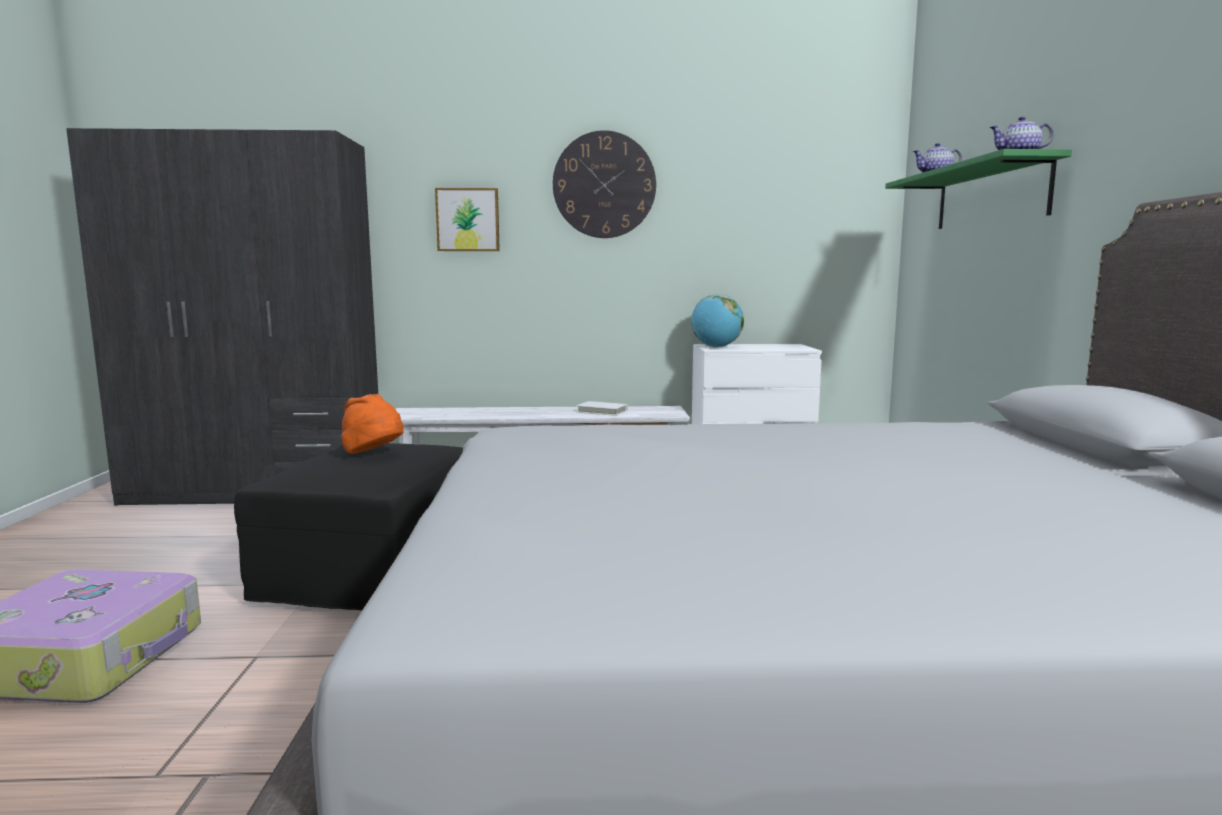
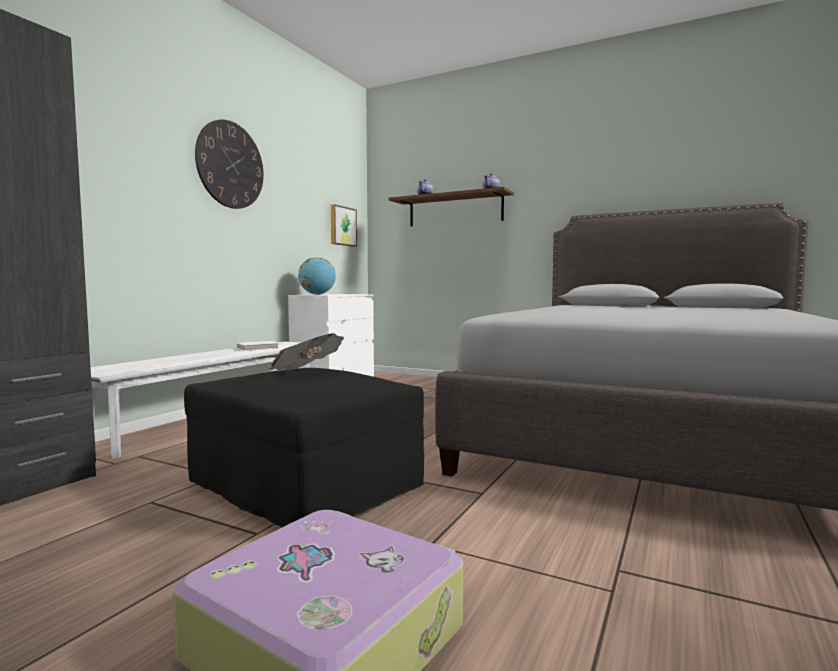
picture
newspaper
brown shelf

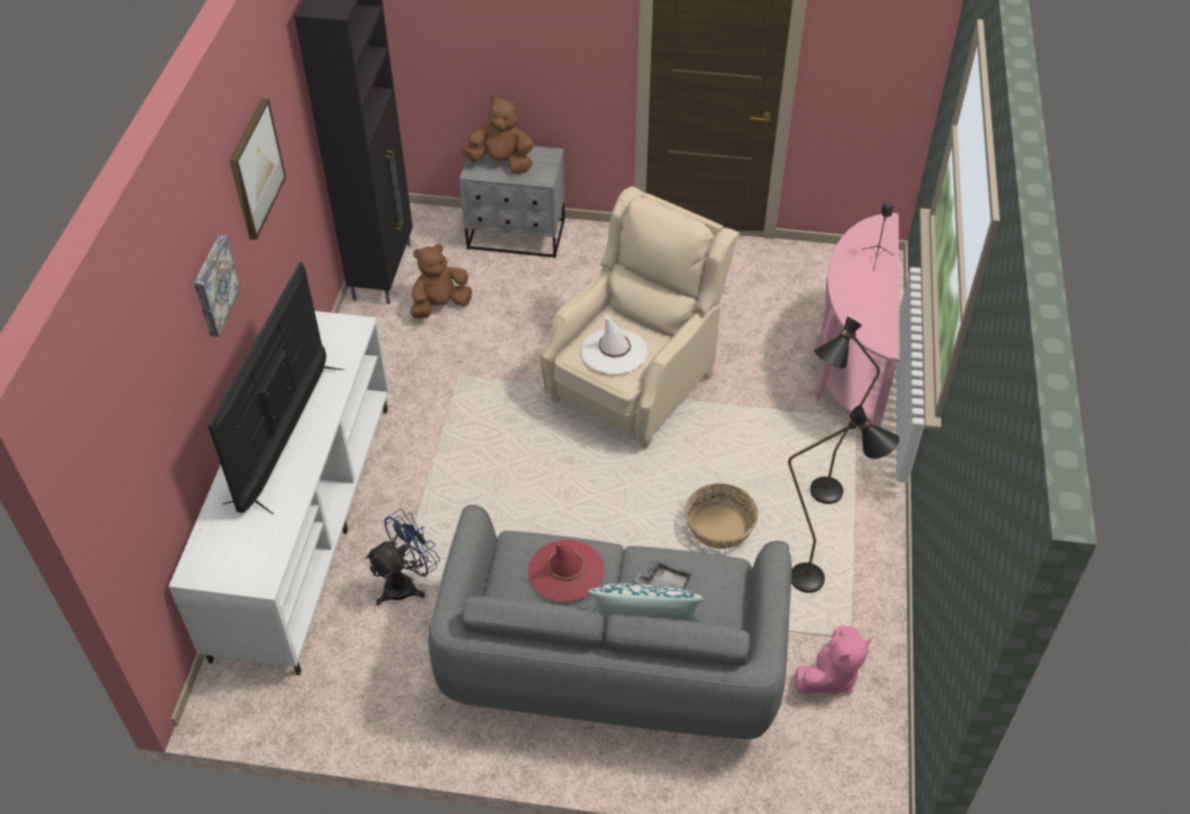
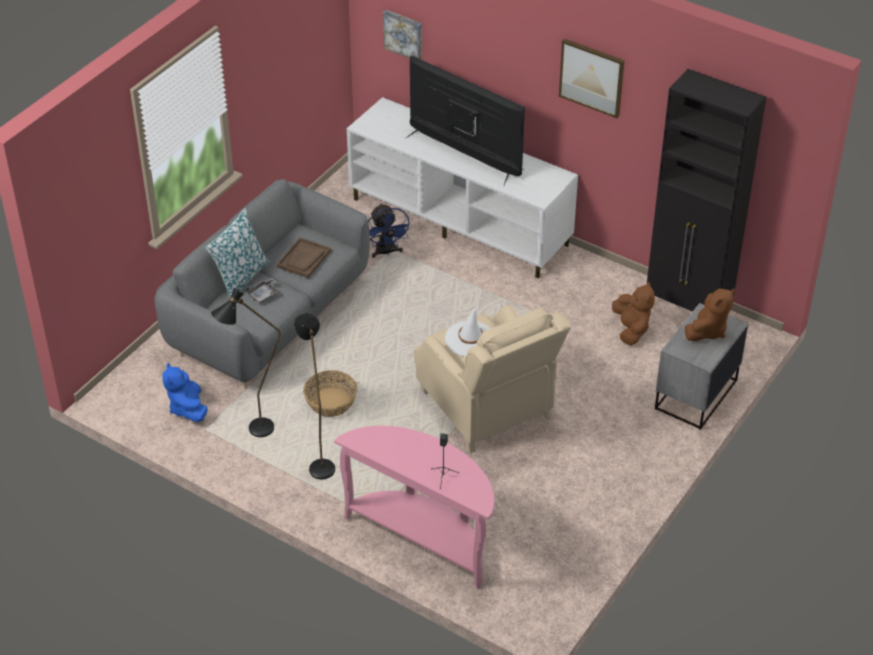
picture (no. 1 from left)
brown tray
blue plush toy

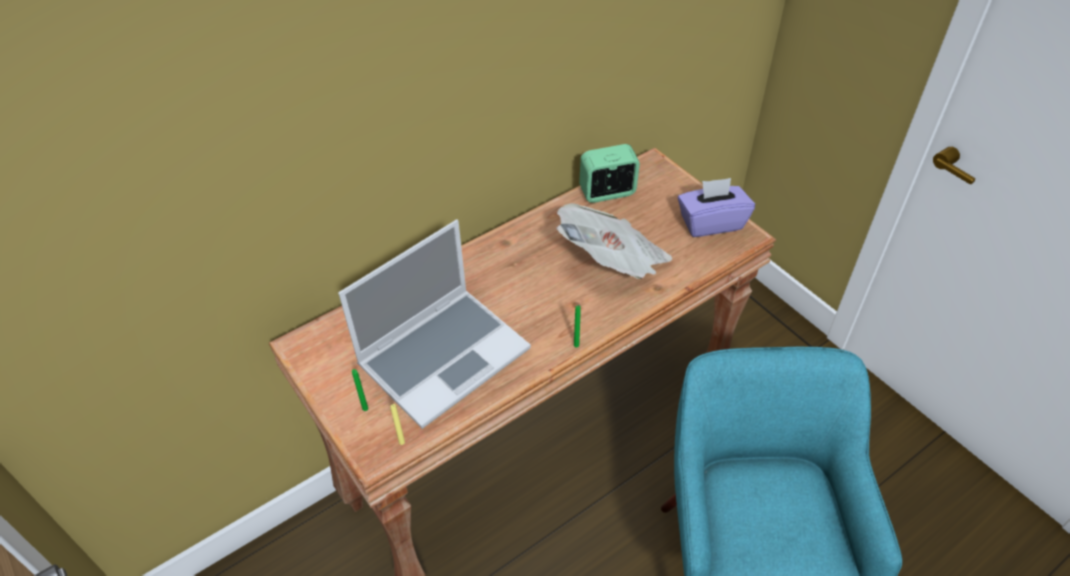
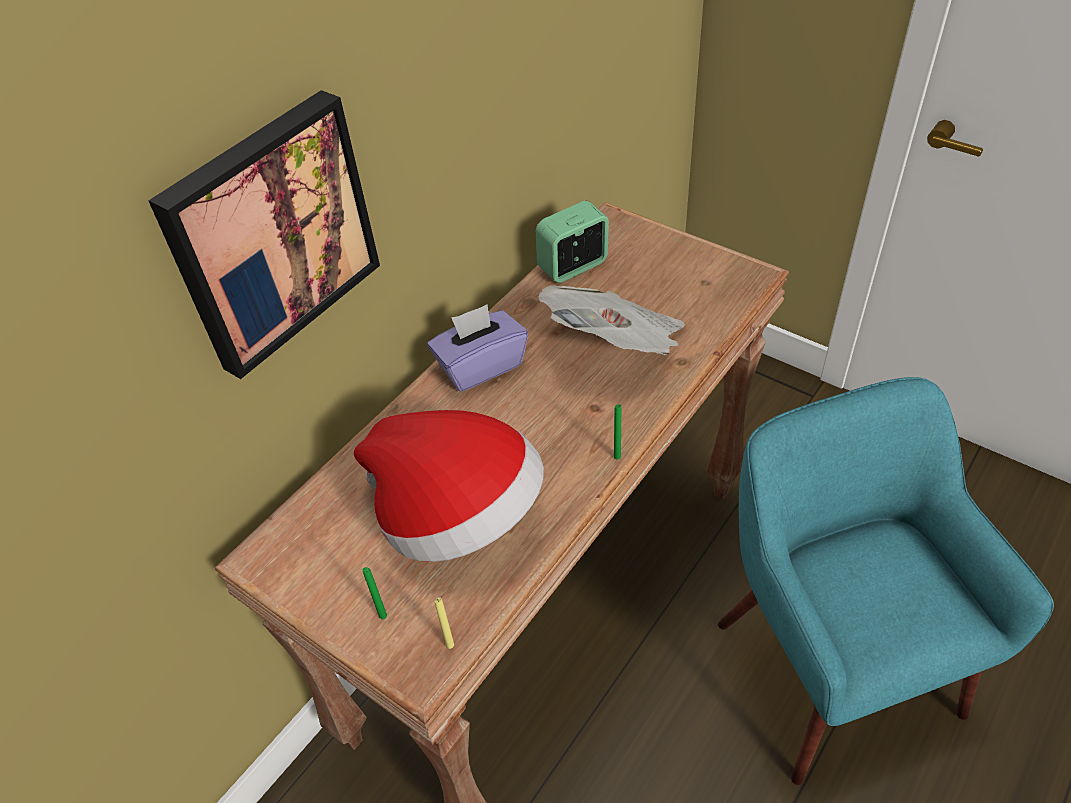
picture
purple tissue box
hat

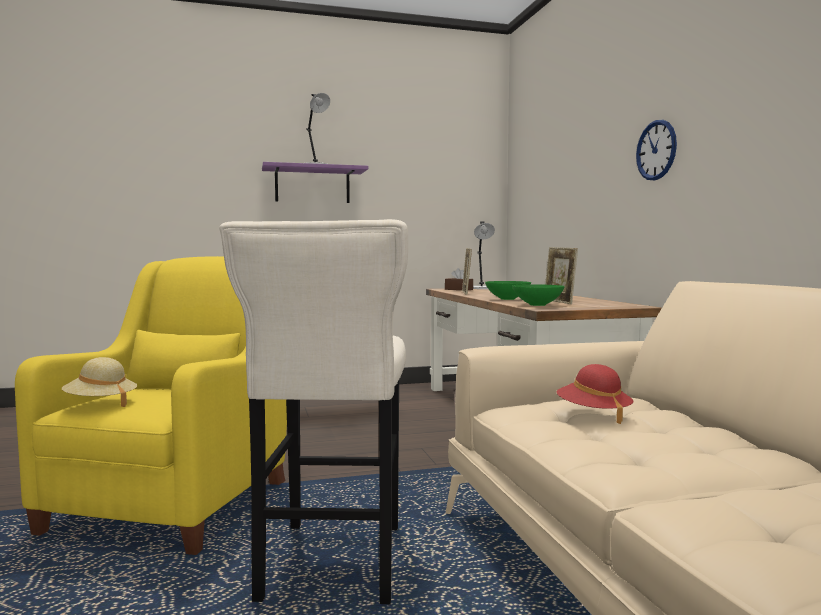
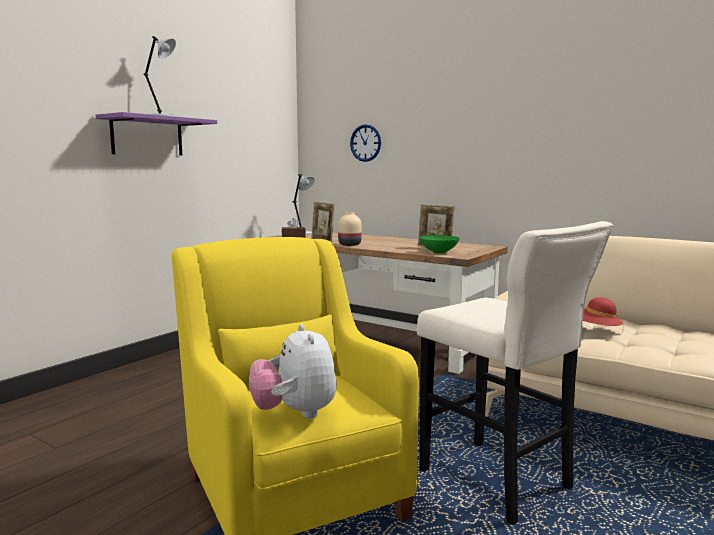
green bowl (no. 1 from left in the first image)
beige vase
wall clock
plush toy

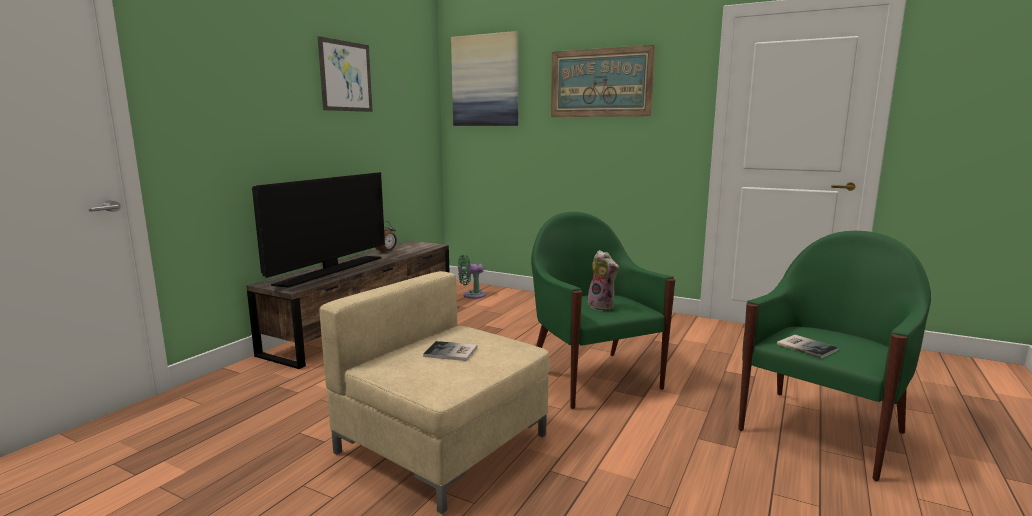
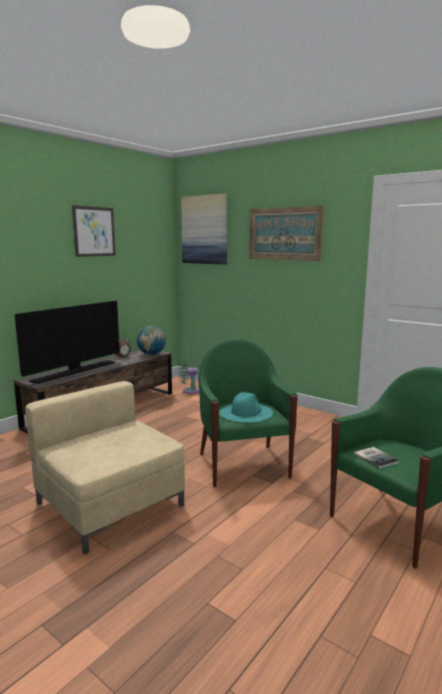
book (no. 1 from left in the first image)
globe
turquoise hat

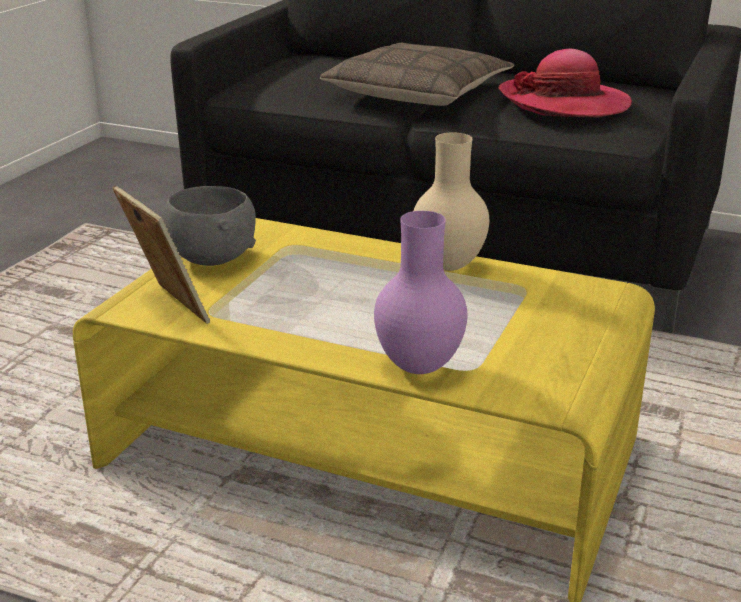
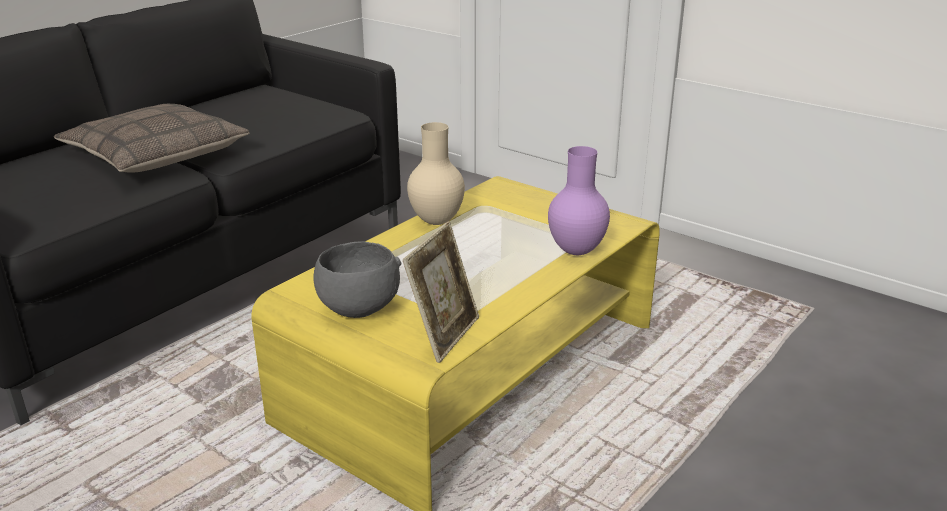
hat
picture frame

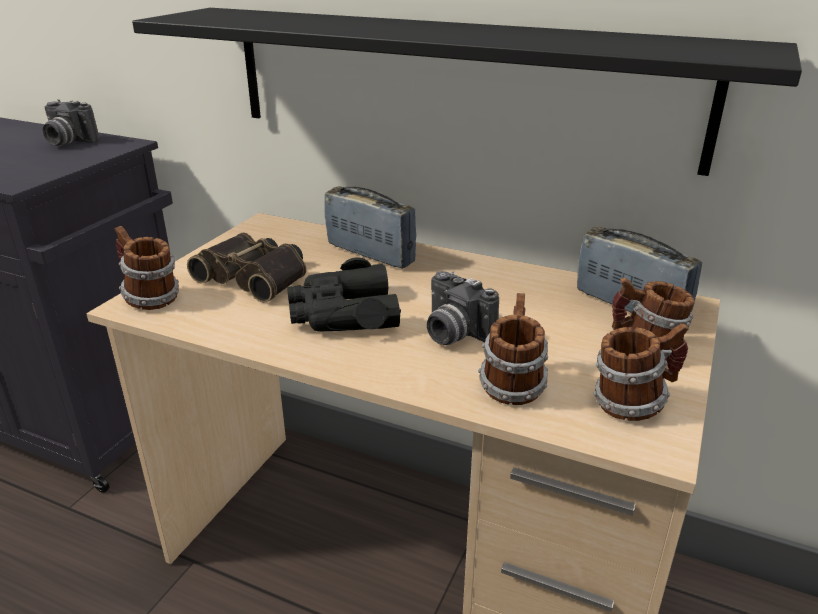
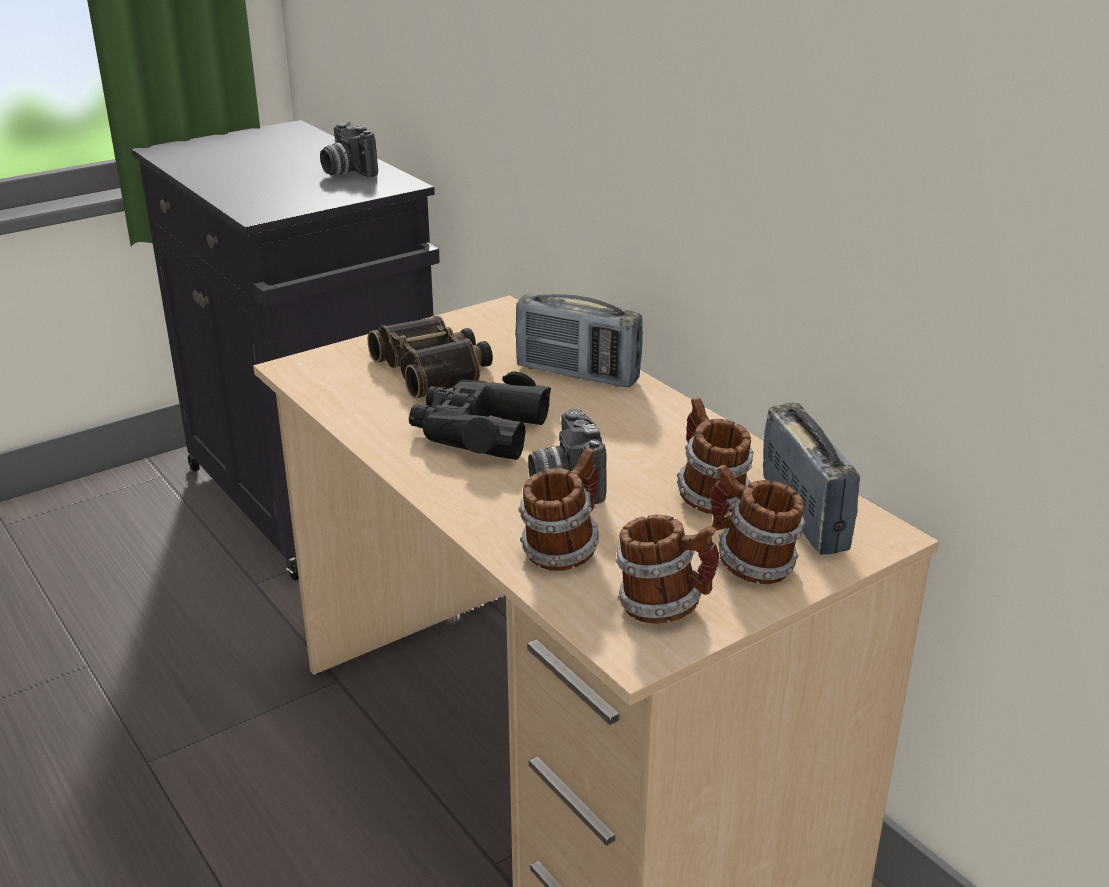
black shelf
mug (no. 3 from left)
radio (no. 1 from left)

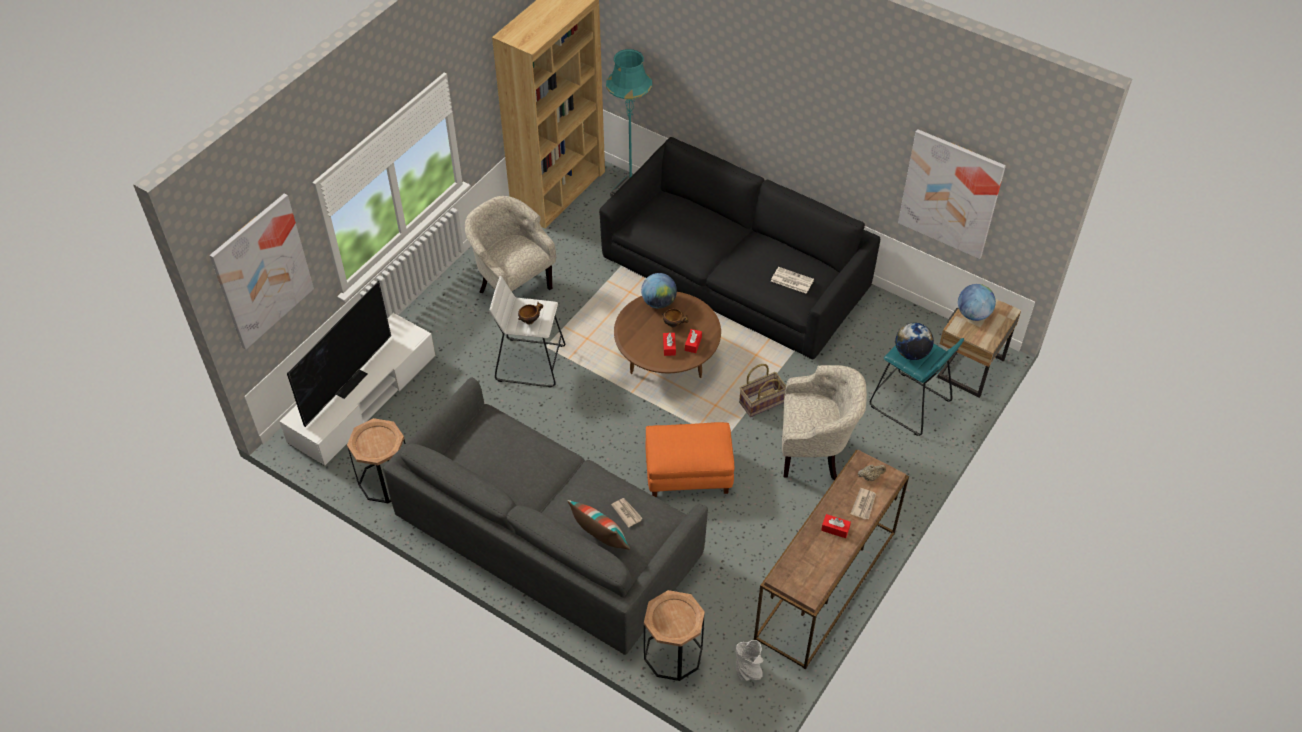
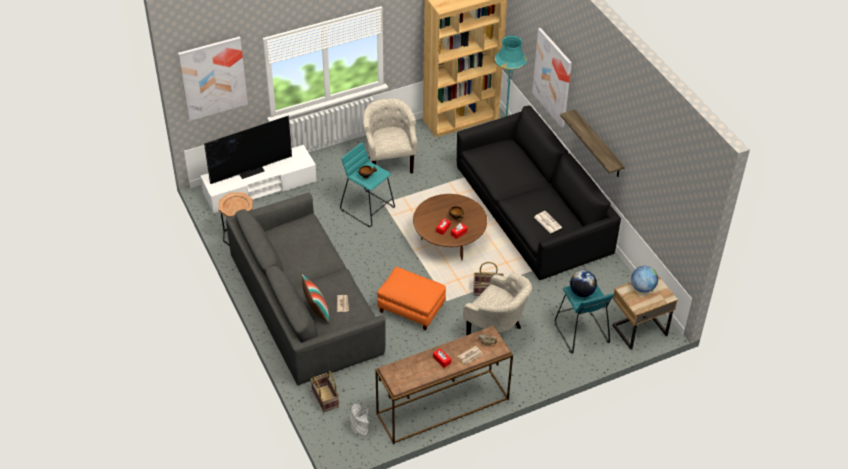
globe (no. 1 from left in the first image)
shelf
picture (no. 2 from left)
basket (no. 1 from left)
turquoise stool (no. 1 from left)

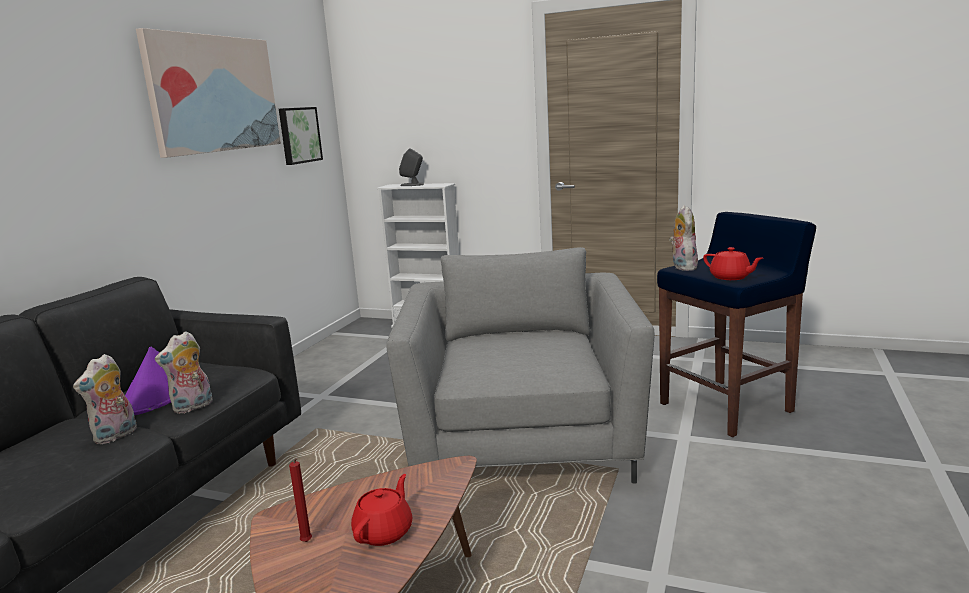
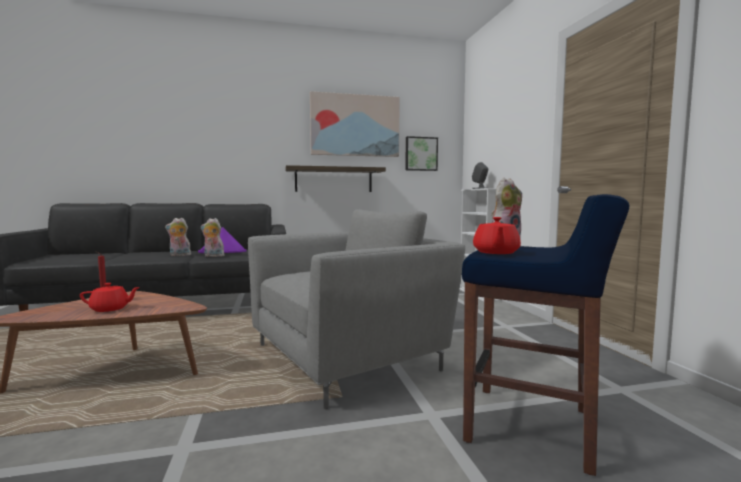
shelf

